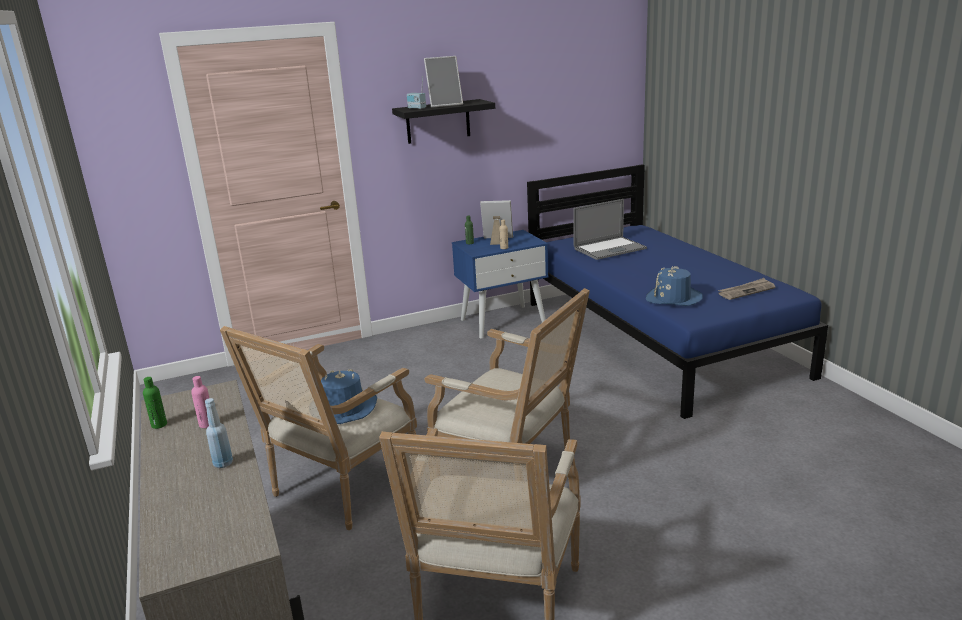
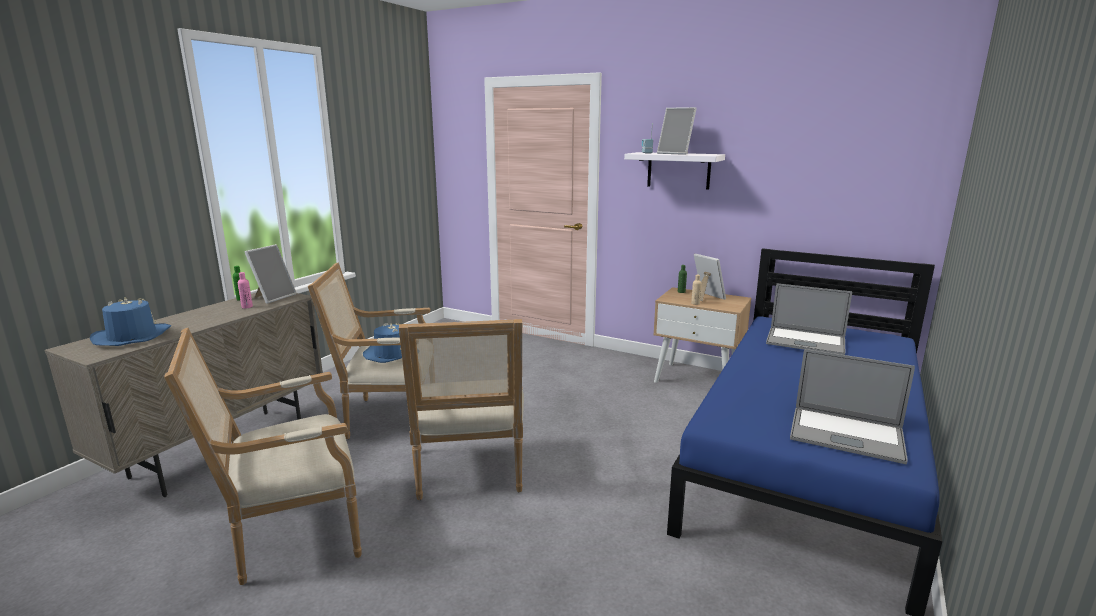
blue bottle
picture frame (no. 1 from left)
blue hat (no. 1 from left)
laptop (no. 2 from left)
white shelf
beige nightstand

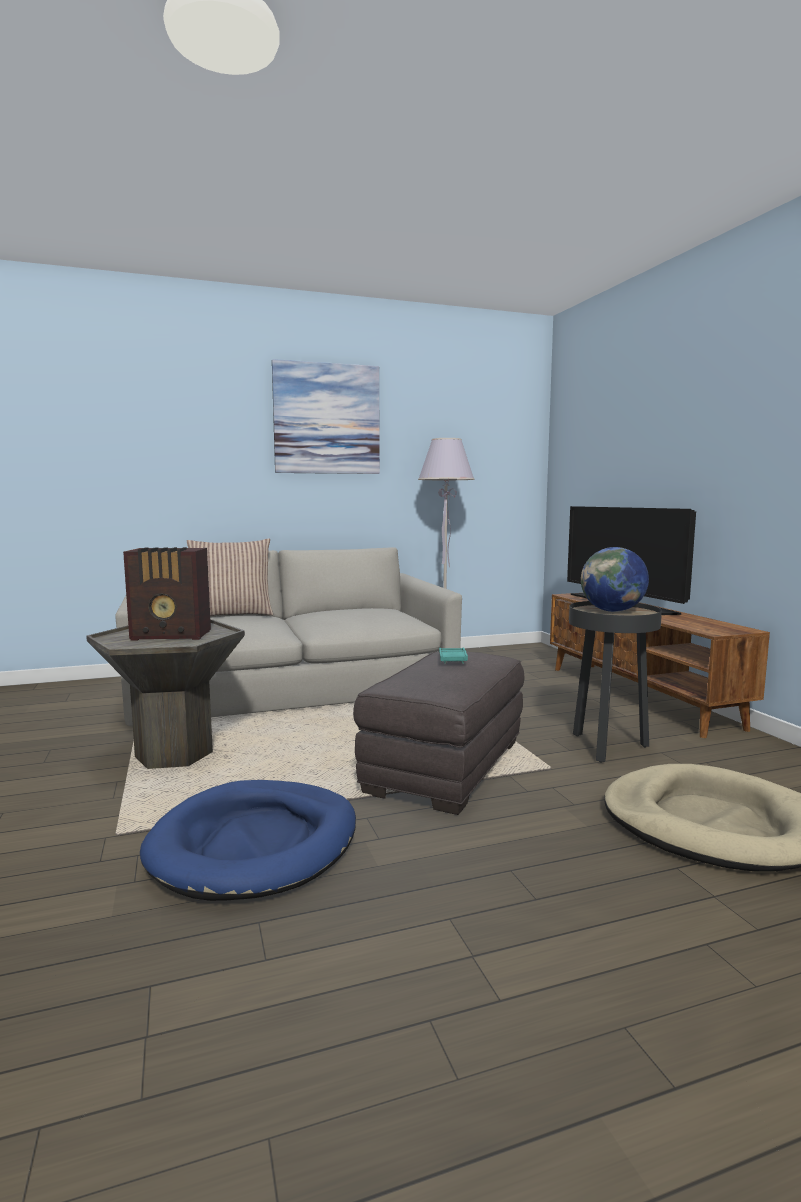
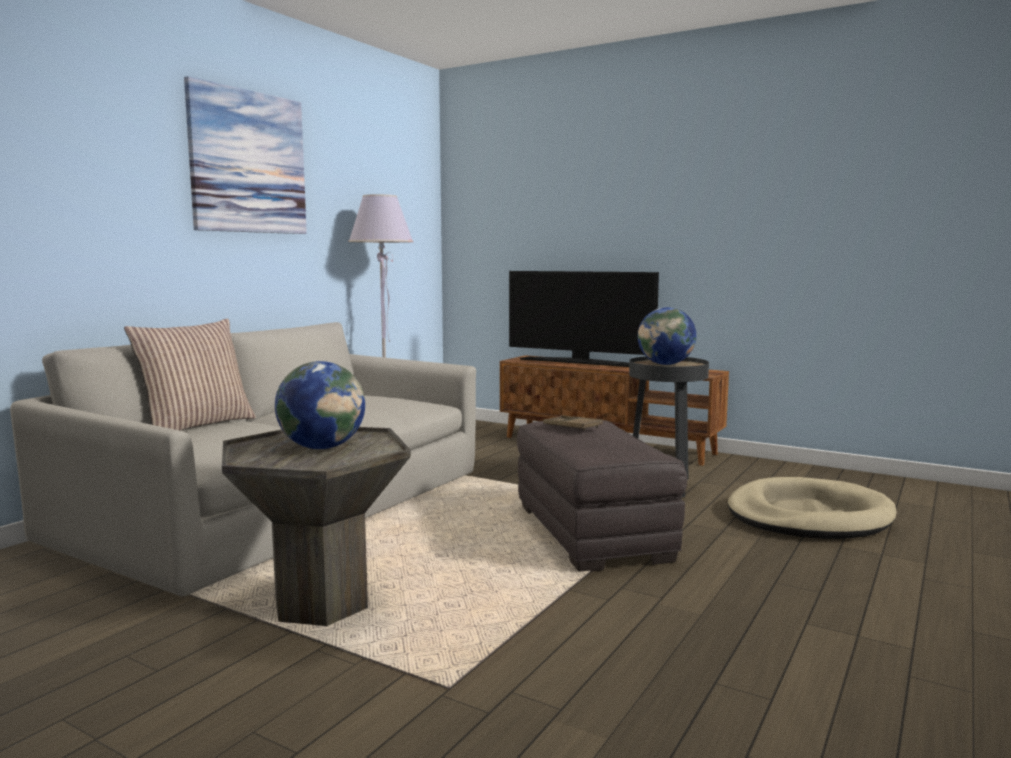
blue dog bed
globe (no. 1 from left)
brown tray

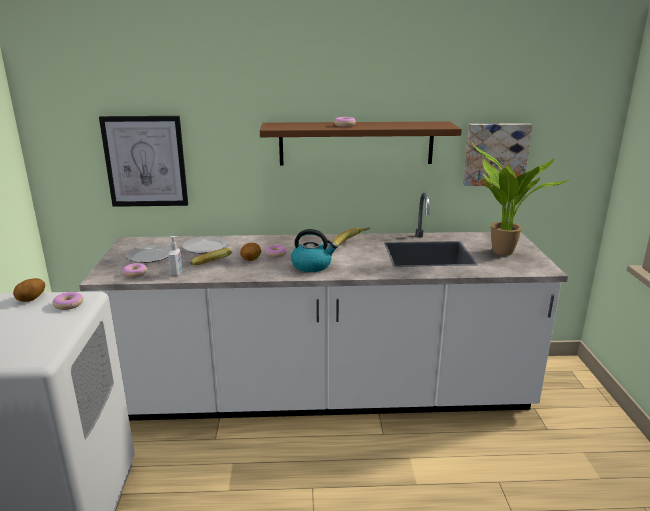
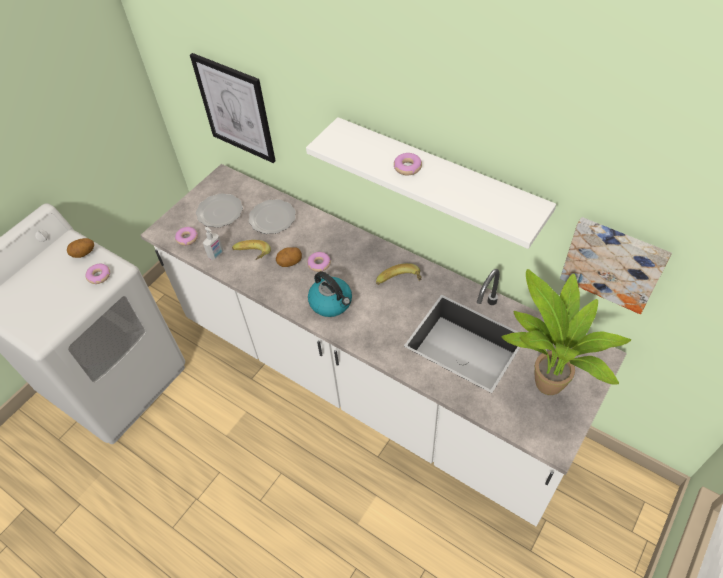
white shelf

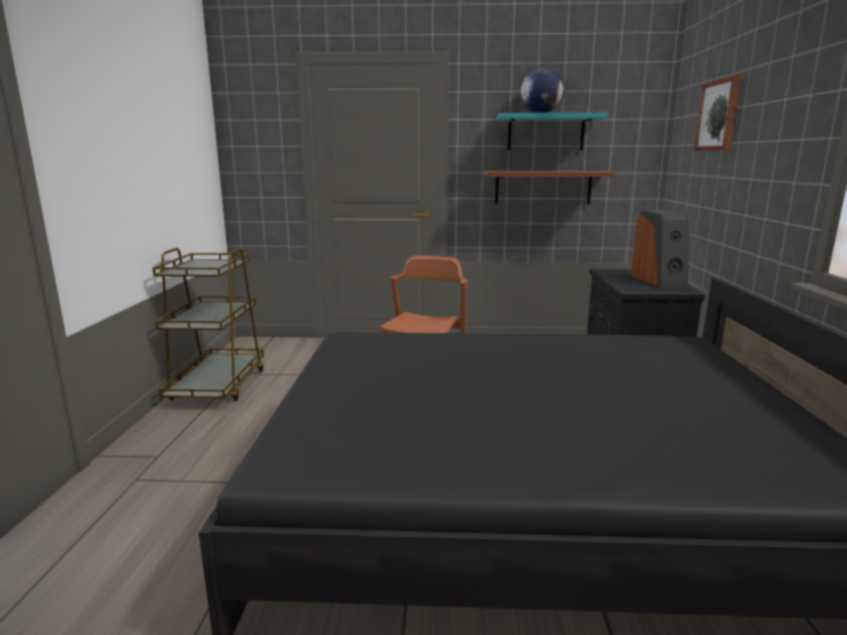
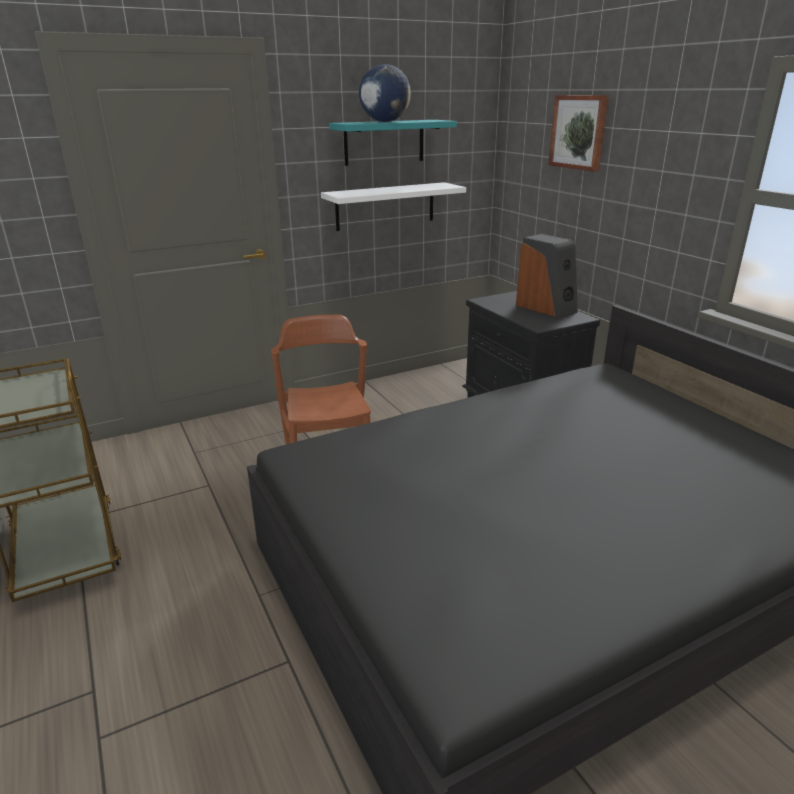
white shelf

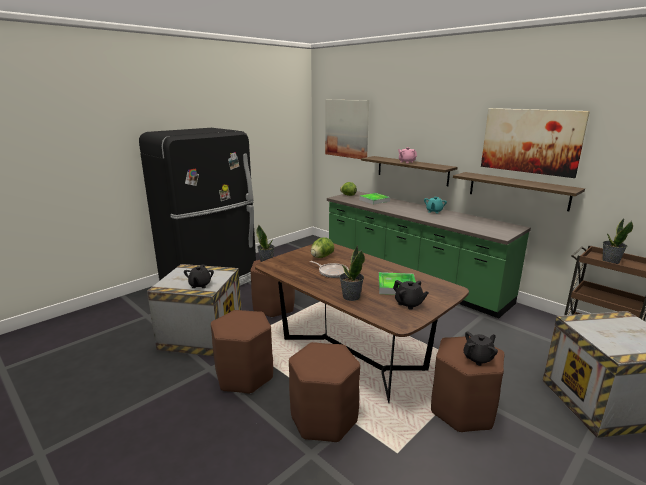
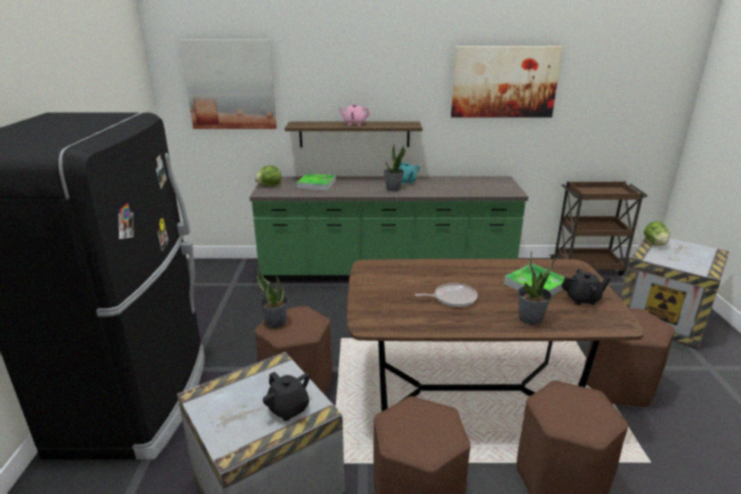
shelf (no. 2 from left in the first image)
black teapot (no. 3 from left in the first image)
lettuce (no. 2 from left)
potted plant (no. 2 from left)

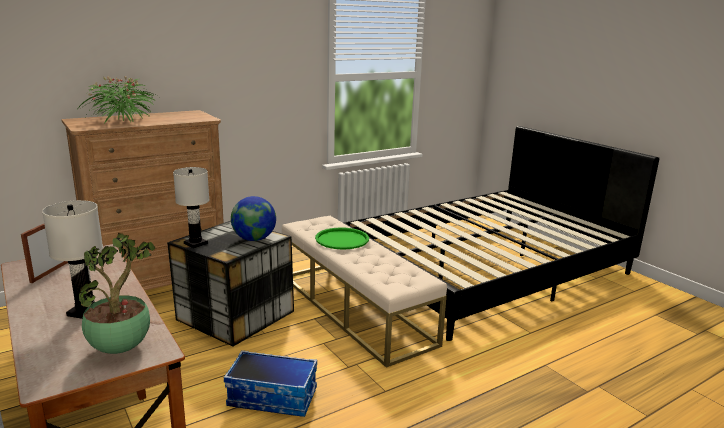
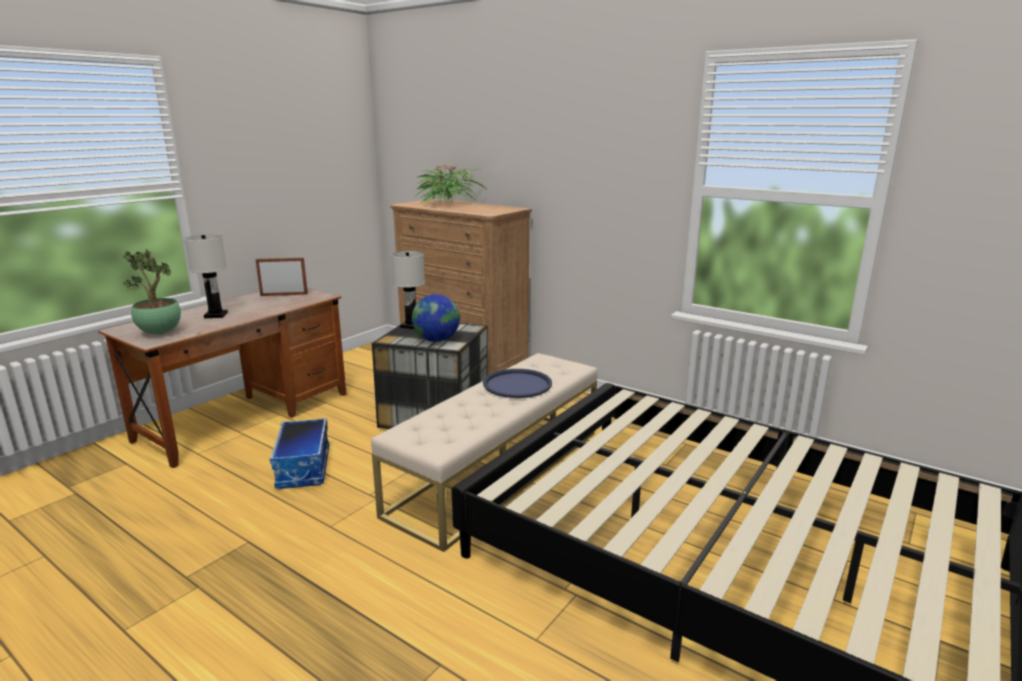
blue tray

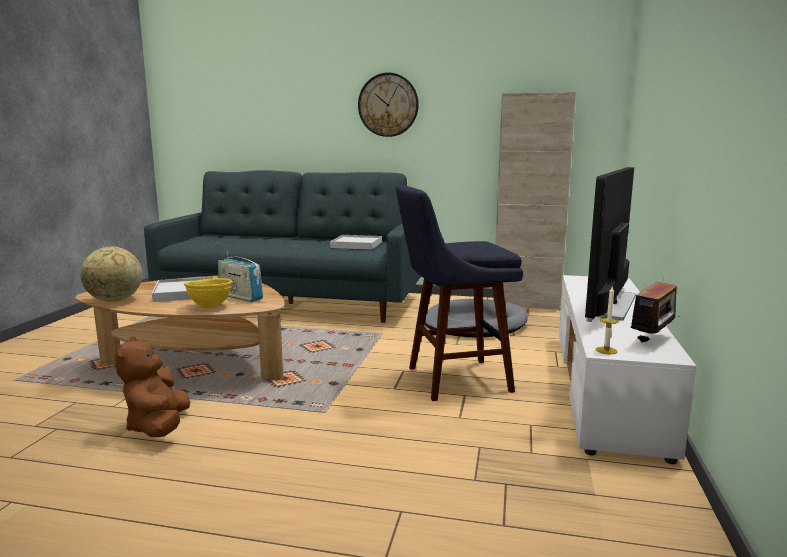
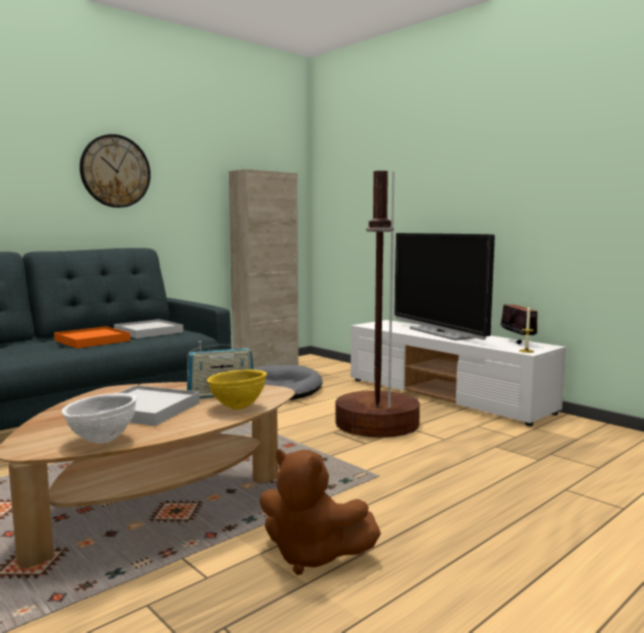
orange tray
white bowl
brown floor lamp

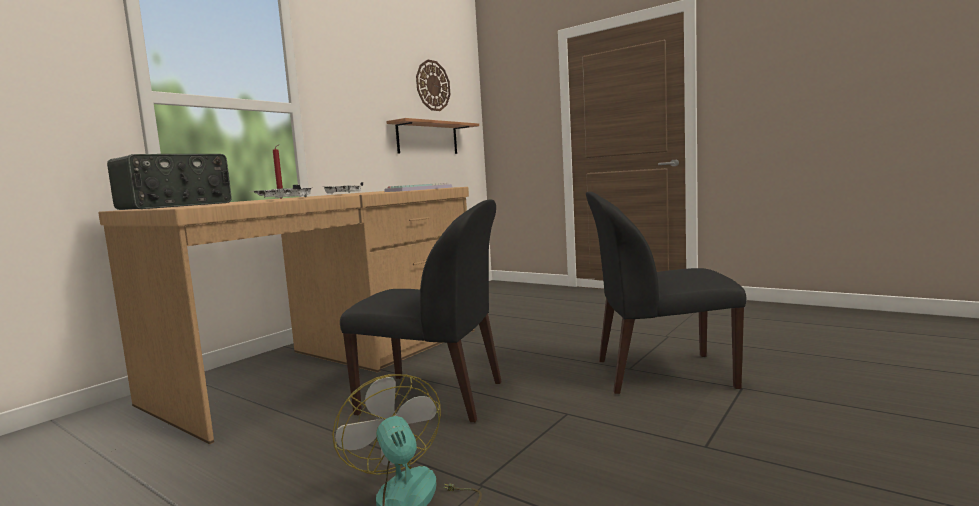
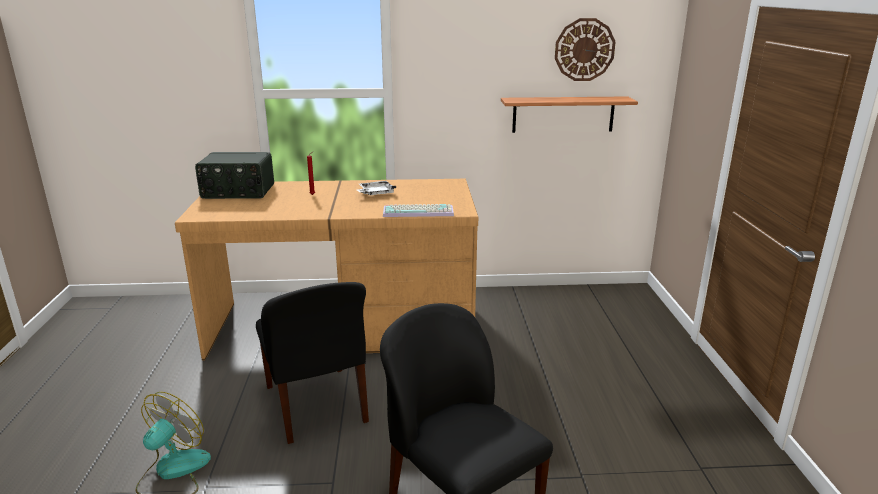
white tray (no. 1 from left in the first image)

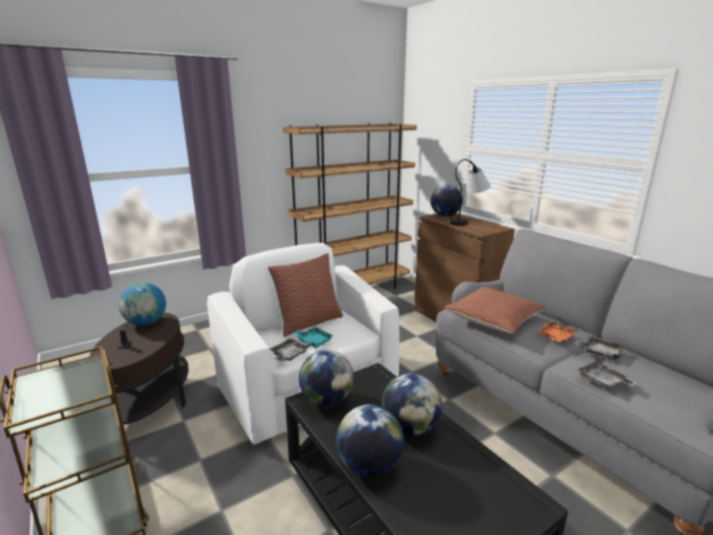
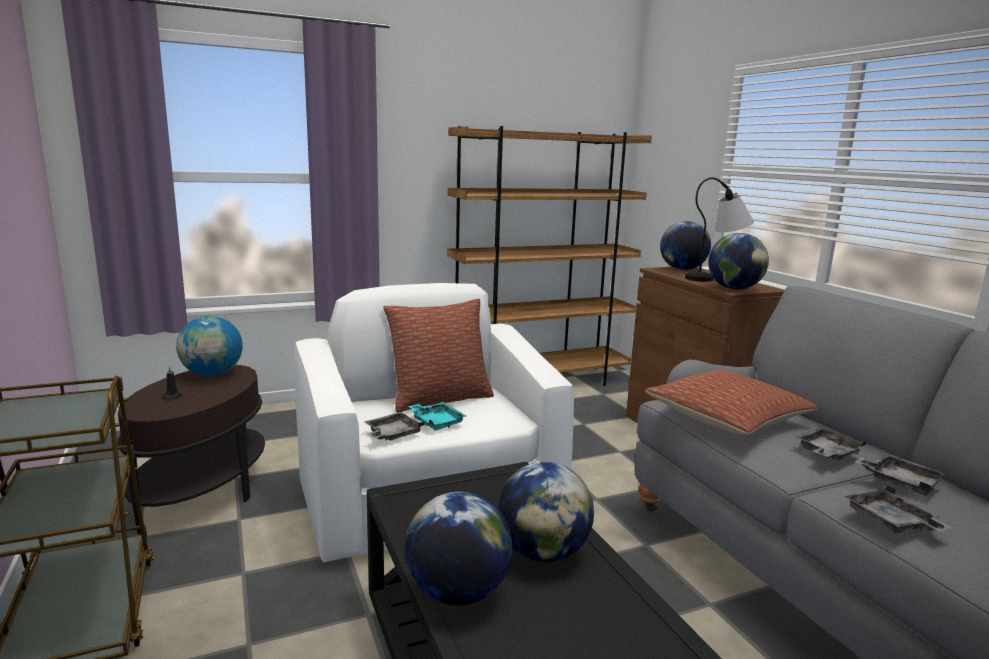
globe (no. 5 from left)
grey tray (no. 2 from left)

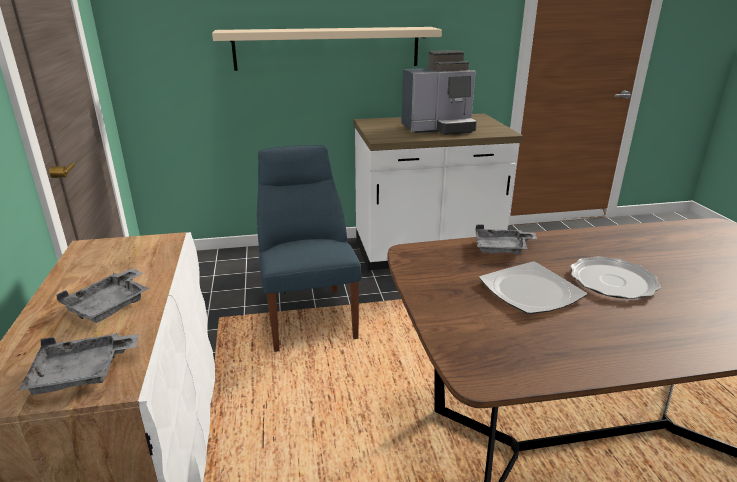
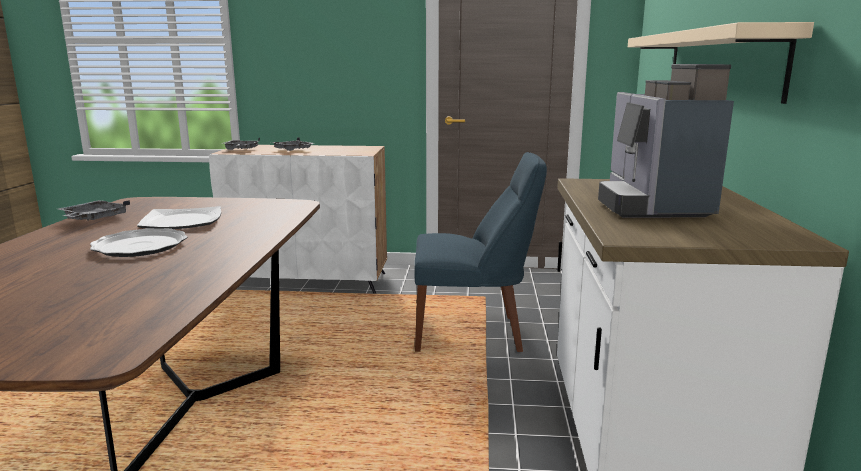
grey tray (no. 1 from left)

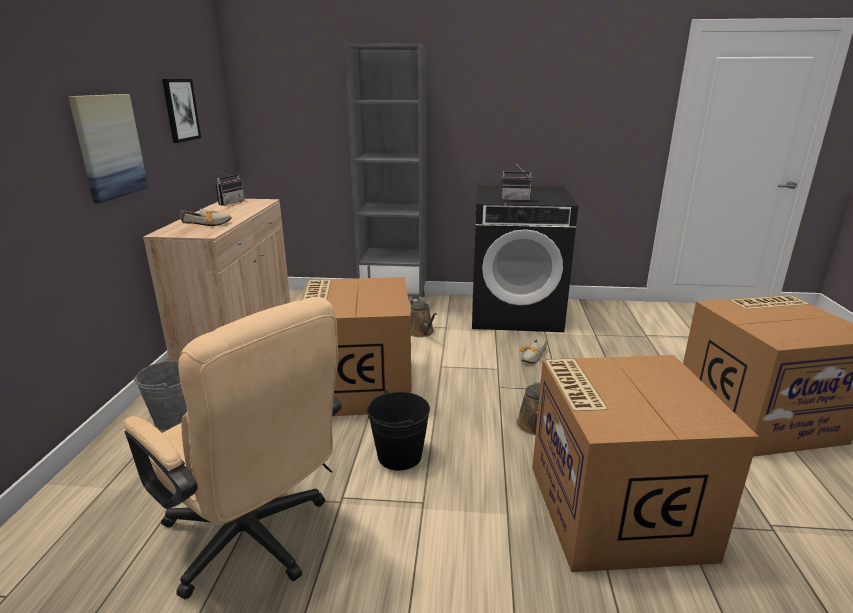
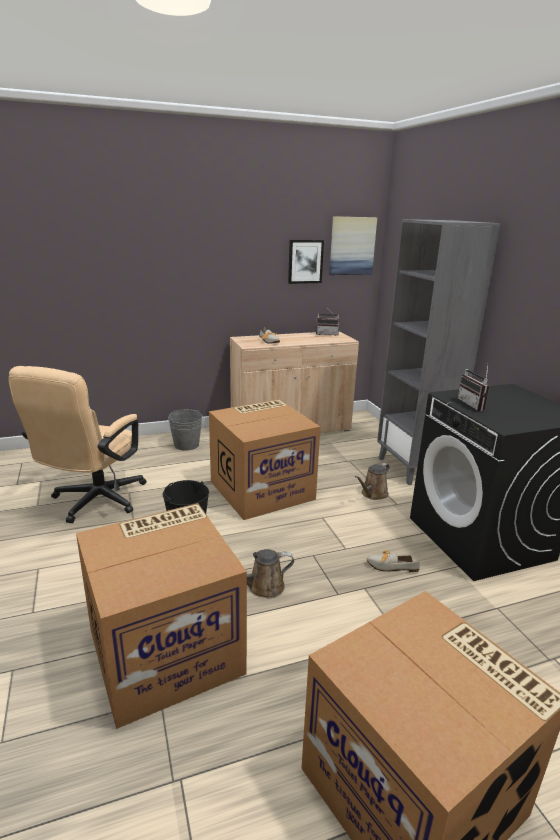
picture (no. 2 from left)

